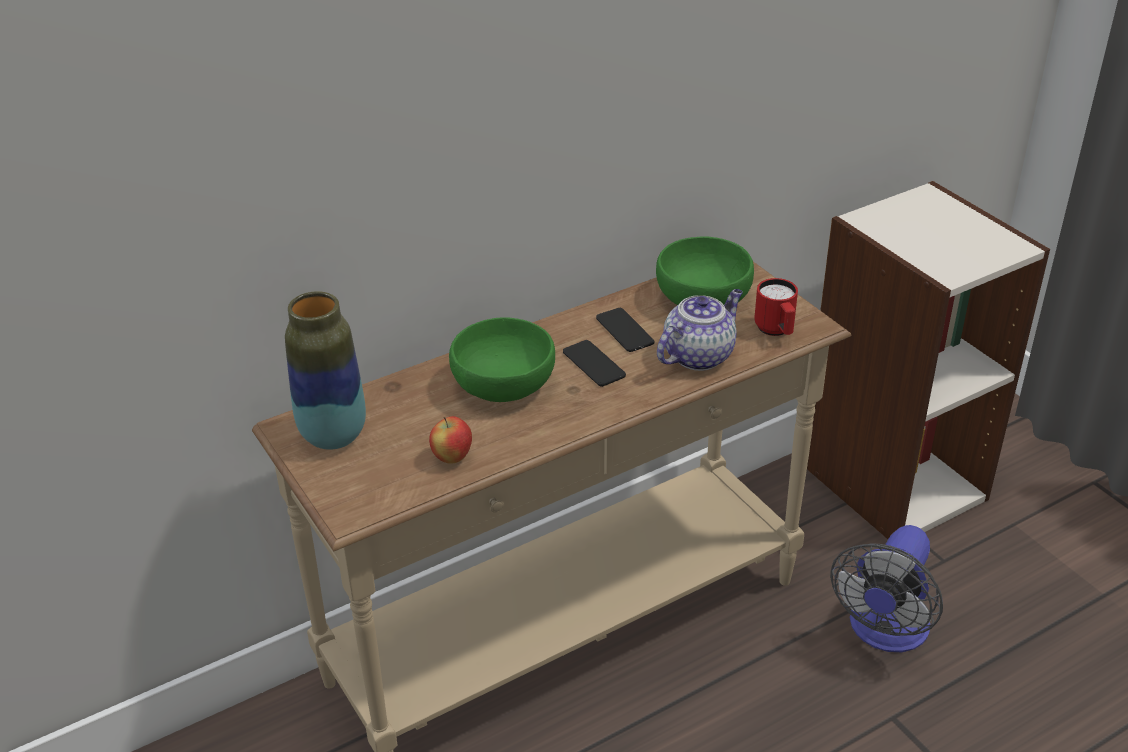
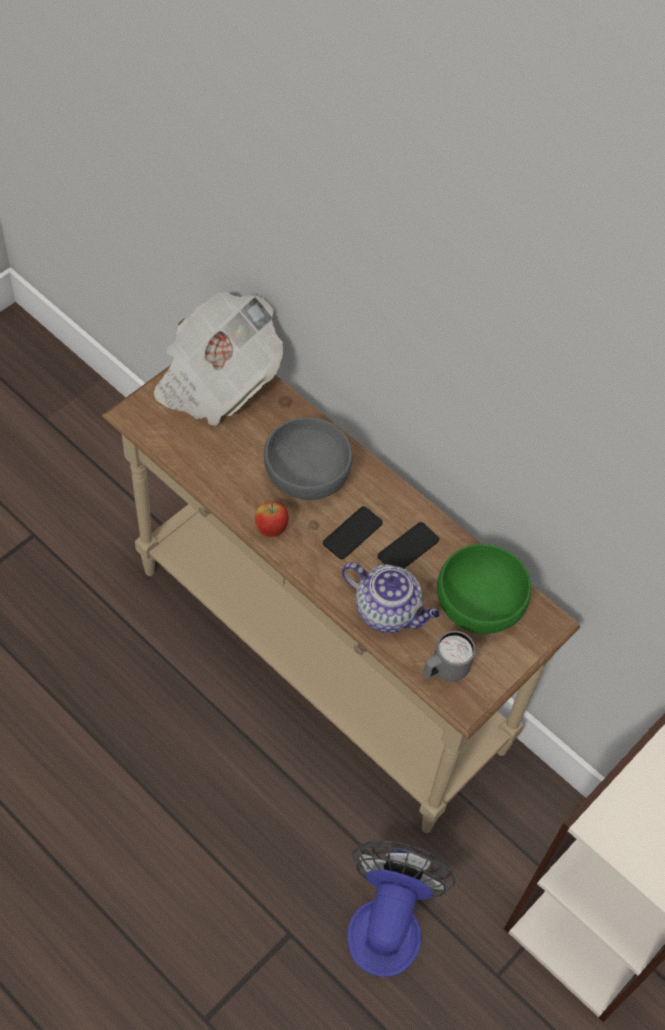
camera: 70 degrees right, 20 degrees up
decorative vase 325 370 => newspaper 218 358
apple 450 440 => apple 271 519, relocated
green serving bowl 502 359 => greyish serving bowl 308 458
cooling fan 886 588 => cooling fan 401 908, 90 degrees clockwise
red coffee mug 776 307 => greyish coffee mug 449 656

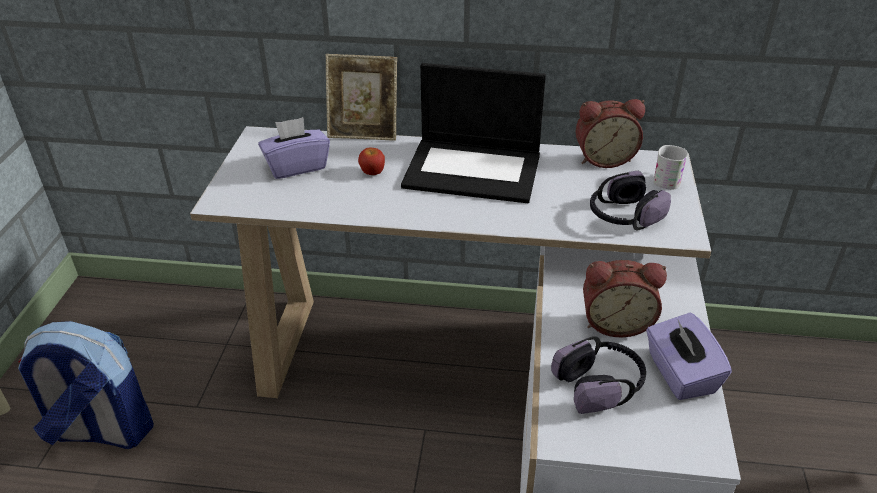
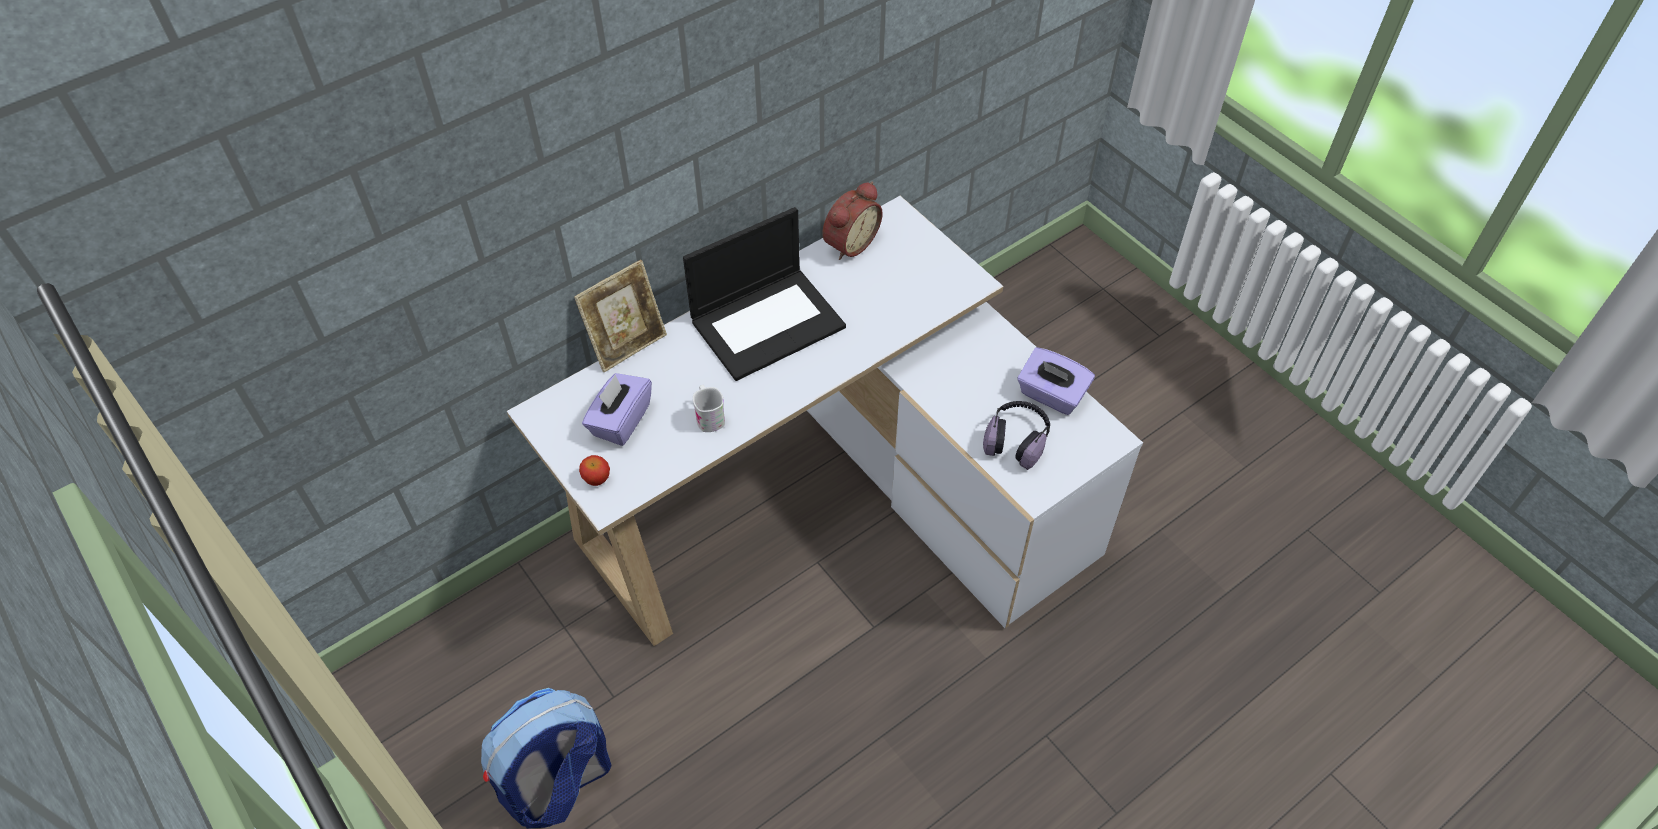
camera: 45 degrees left, 15 degrees up
apple 371 161 => apple 594 470, relocated
white coffee mug 670 167 => white coffee mug 709 408, relocated
alarm clock 625 298 => nothing
pair of headphones 630 201 => nothing

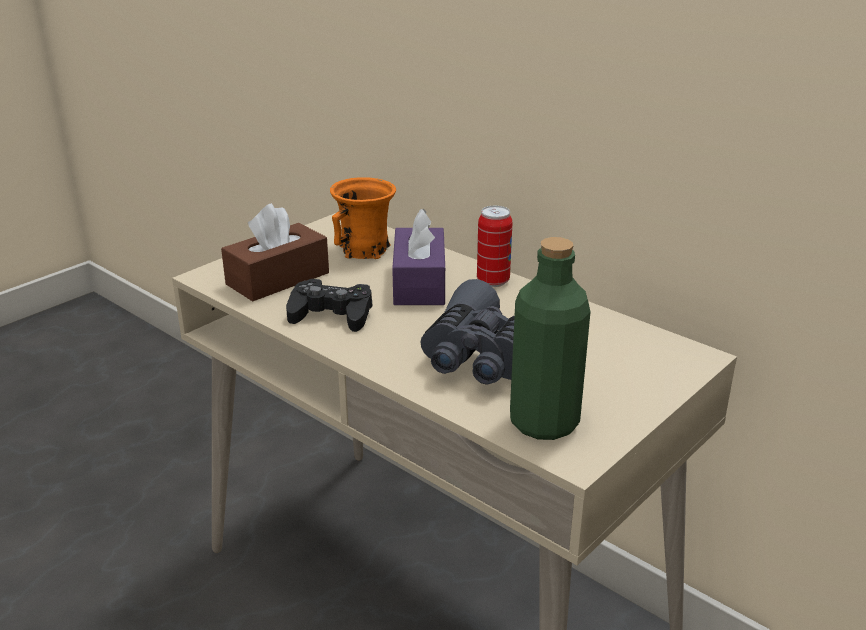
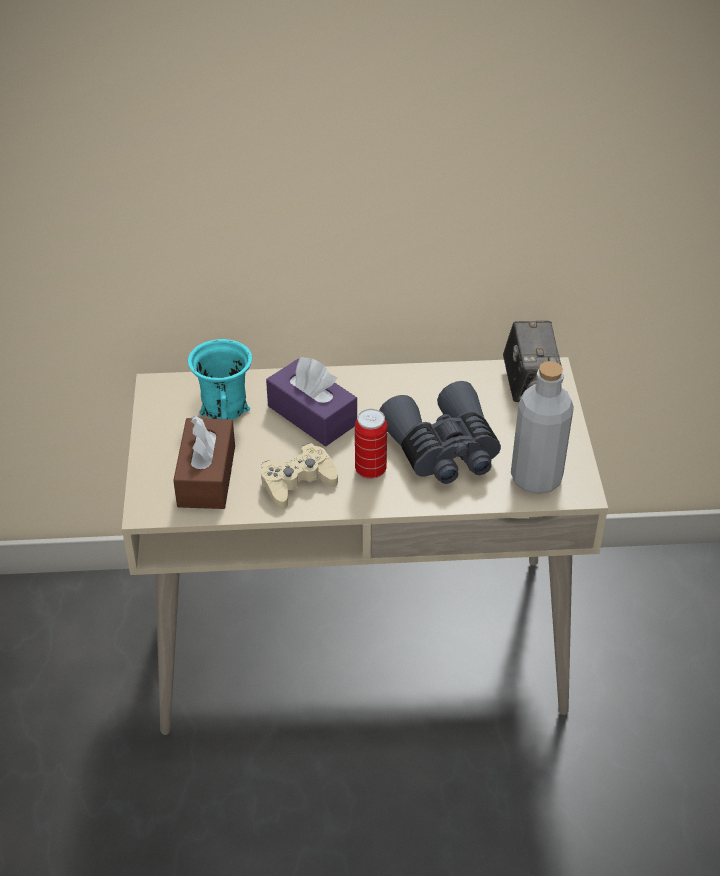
camera: 45 degrees left, 15 degrees up
orangey coffee mug 363 218 => blue-green coffee mug 220 379
black-coloured game controller 329 305 => sand-coloured game controller 299 476
can 495 246 => can 371 444, relocated
nothing => photo camera 532 361
green drink bottle 550 338 => greyish drink bottle 542 427

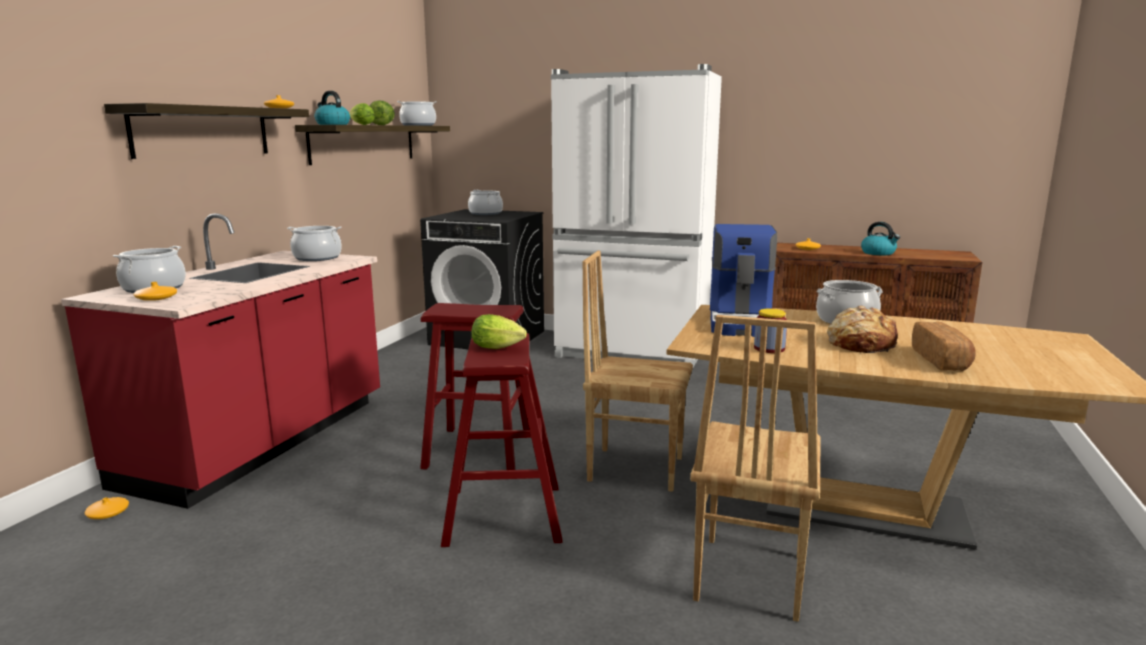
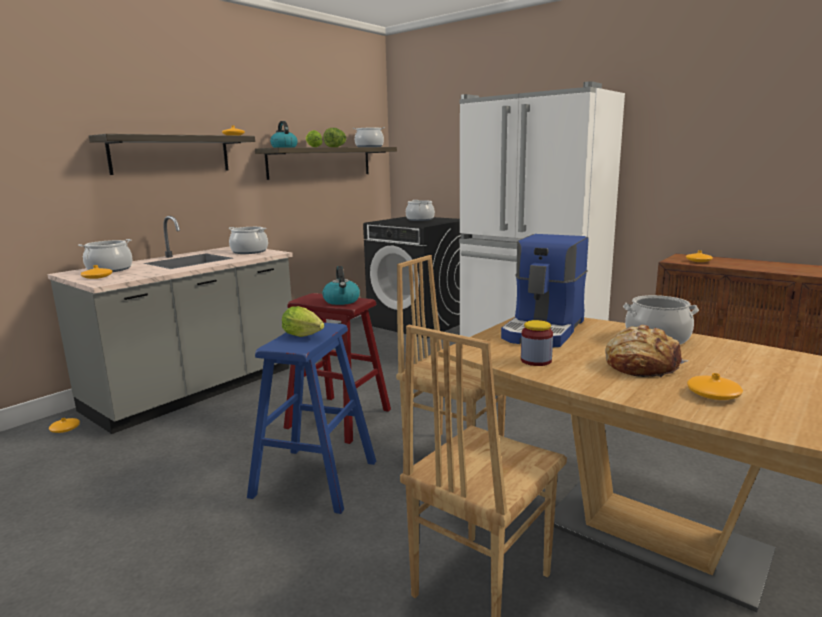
camera: 20 degrees right, 0 degrees up
red counter 220 361 => greyish counter 170 325
red sitting stool 502 440 => blue-coloured sitting stool 311 418
water kettle 880 238 => water kettle 341 285, relocated
bread 944 346 => orangey decorative vase 715 386

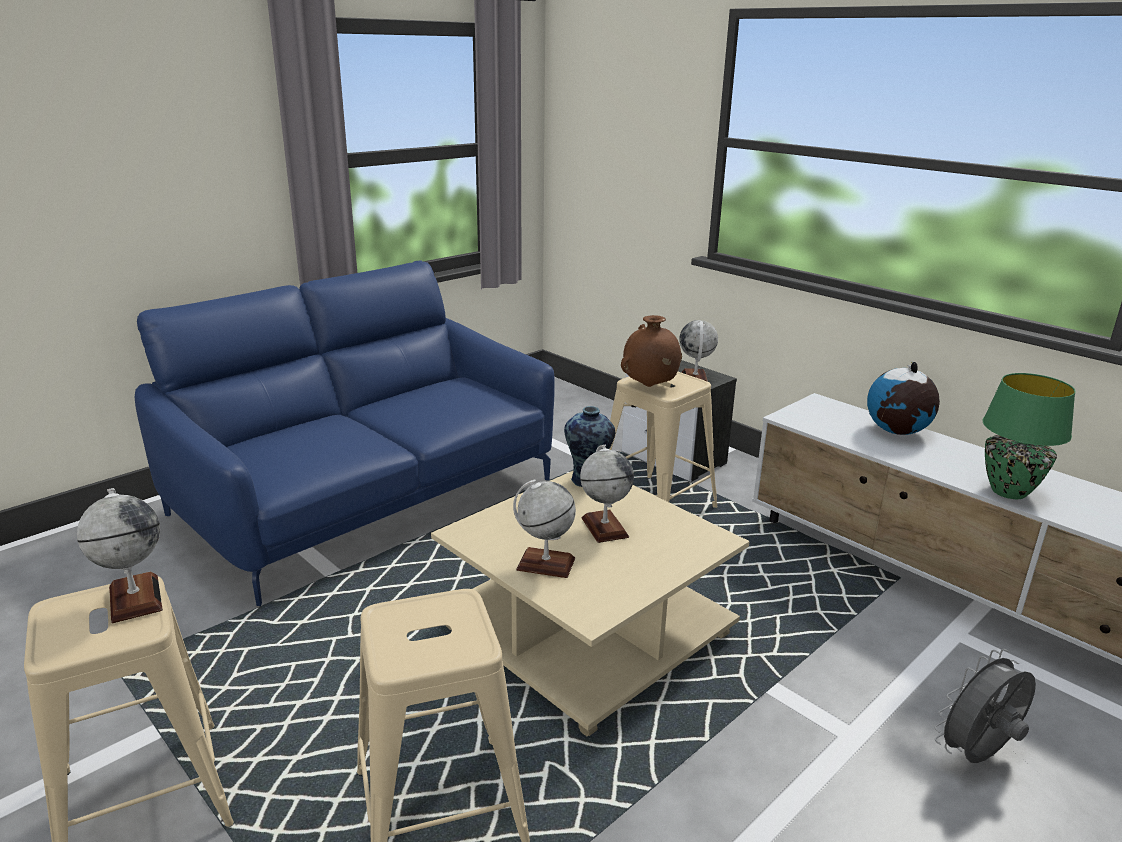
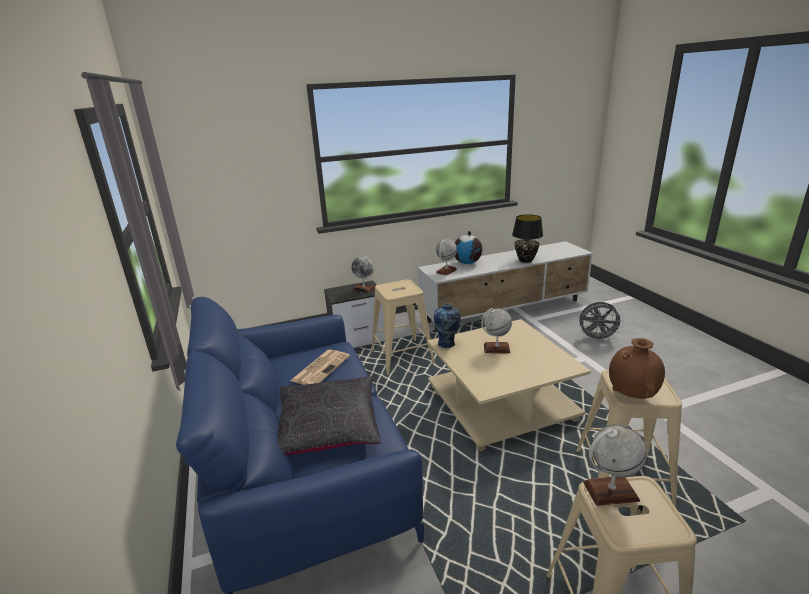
camera: 65 degrees left, 0 degrees up
nothing => black-coloured throw pillow 329 415
nothing => newspaper 320 367
globe 544 529 => globe 446 257, relocated
green lamp for a table 1029 436 => black-coloured lamp for a table 527 238
greyish cooling fan 985 706 => greyish cooling fan 601 322, 75 degrees counterclockwise
brown decorative vase 651 351 => brown decorative vase 637 368, relocated

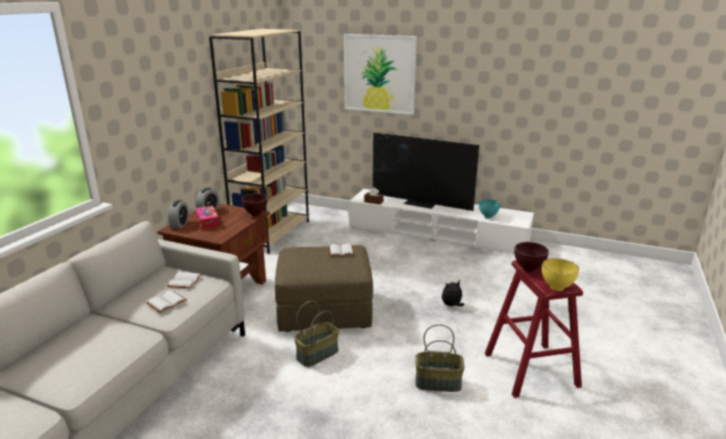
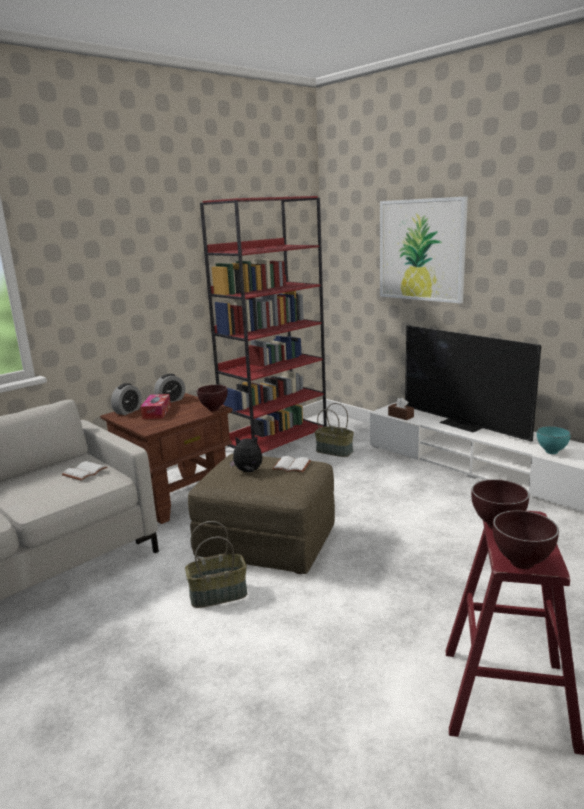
camera: 25 degrees right, 5 degrees down
sand-coloured shelving unit 259 141 => red shelving unit 263 324
cuddly toy 453 293 => cuddly toy 246 454, relocated
storage basket 440 358 => storage basket 334 430, relocated
yellowish serving bowl 560 274 => brown serving bowl 526 539
white volume 166 302 => nothing

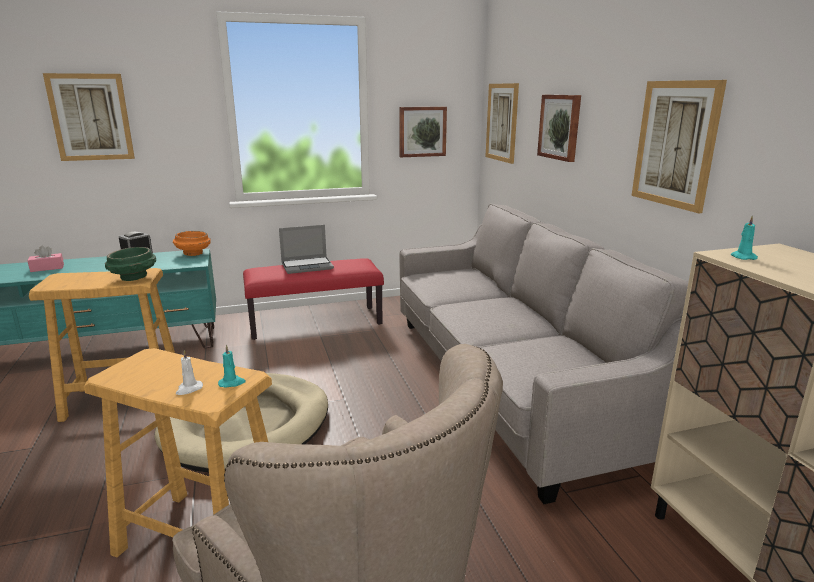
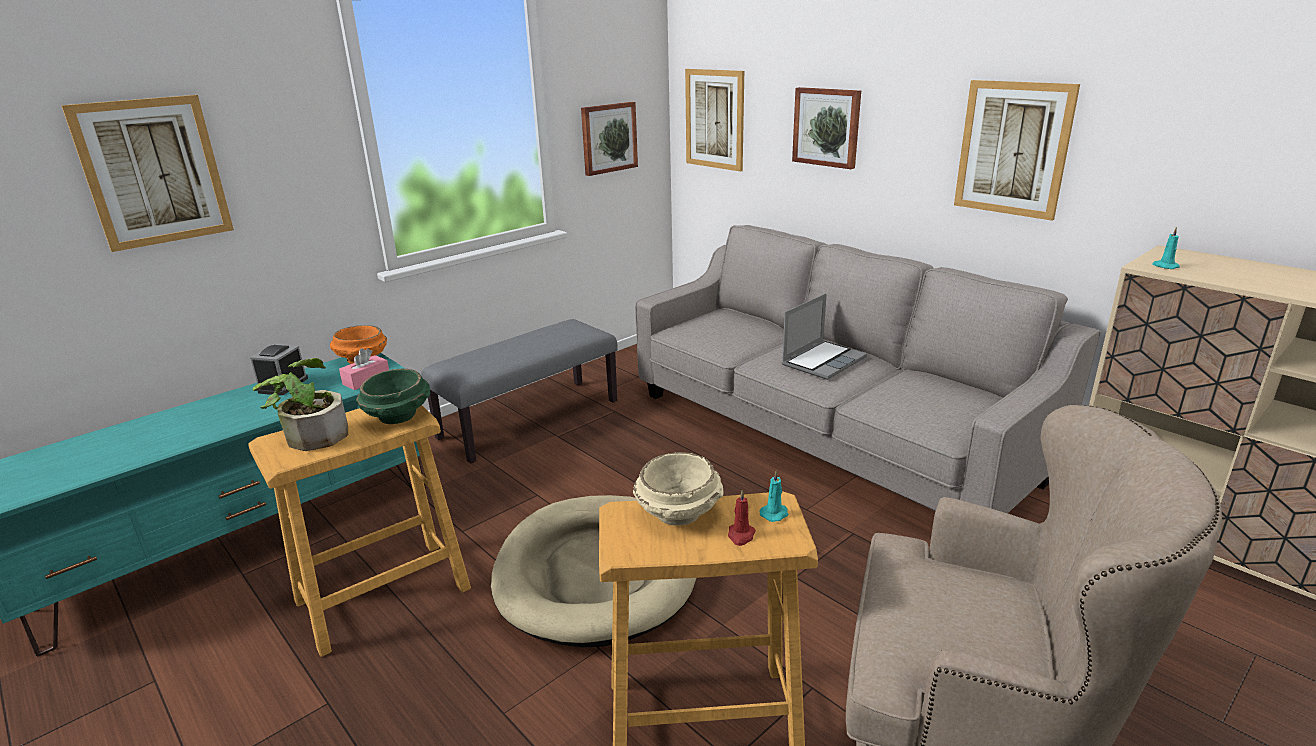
camera: 25 degrees left, 5 degrees up
nothing => houseplant 300 404
pink tissue holder 45 259 => pink tissue holder 364 369, relocated
red indoor bench 313 299 => greyish indoor bench 519 391
nothing => sand-coloured serving bowl 678 489
white candle 189 372 => red candle 742 518
notebook computer 306 249 => notebook computer 824 336, relocated

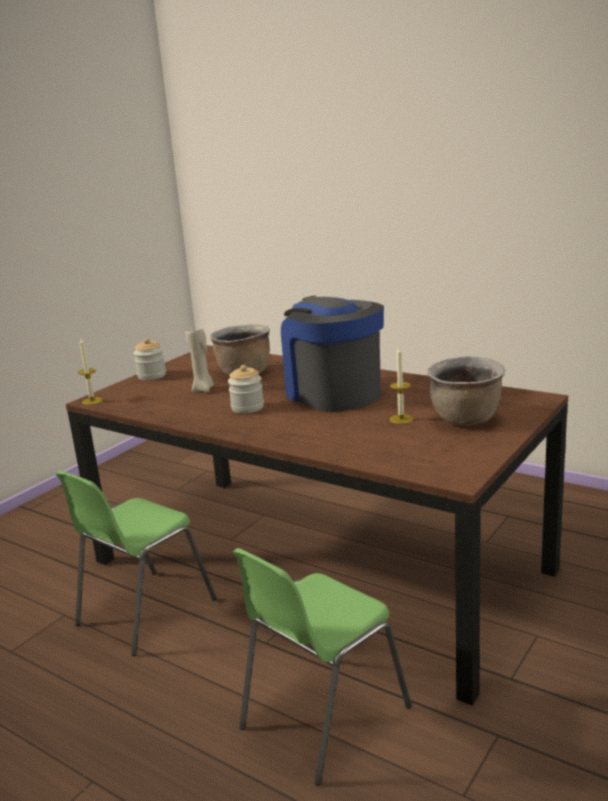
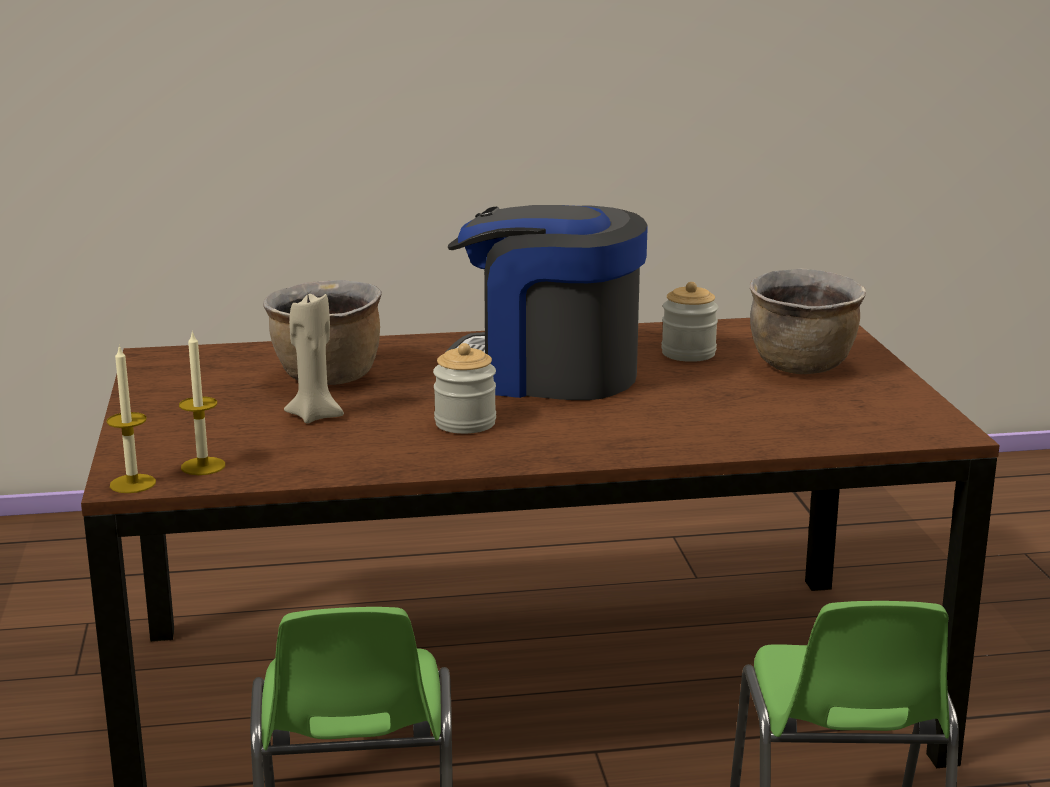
camera: 45 degrees left, 0 degrees up
candle 401 385 => candle 202 402, relocated
jar 150 359 => jar 689 322, relocated

